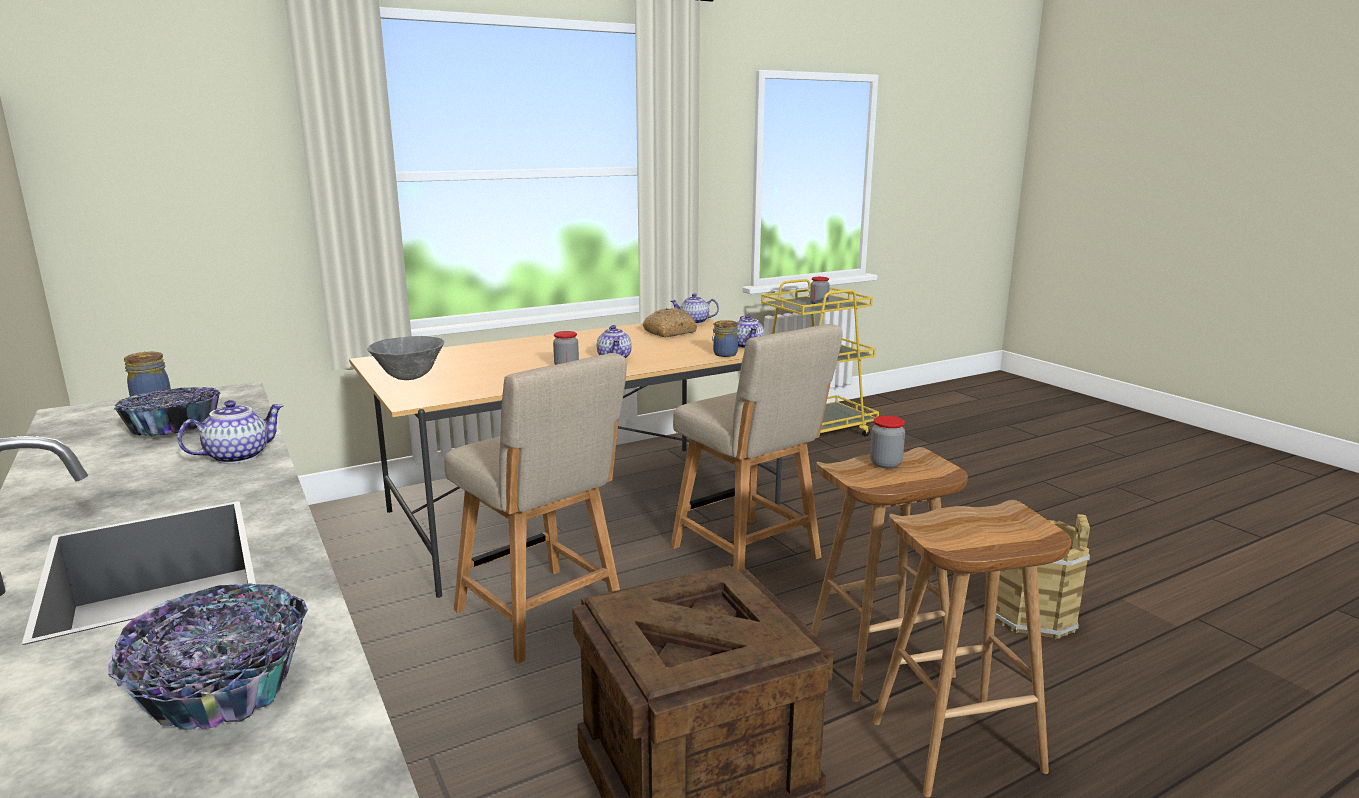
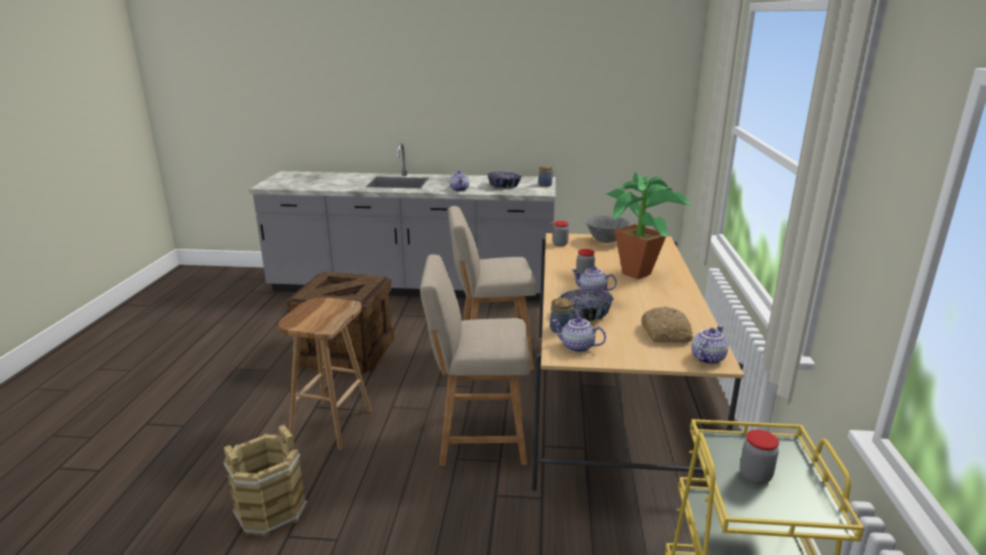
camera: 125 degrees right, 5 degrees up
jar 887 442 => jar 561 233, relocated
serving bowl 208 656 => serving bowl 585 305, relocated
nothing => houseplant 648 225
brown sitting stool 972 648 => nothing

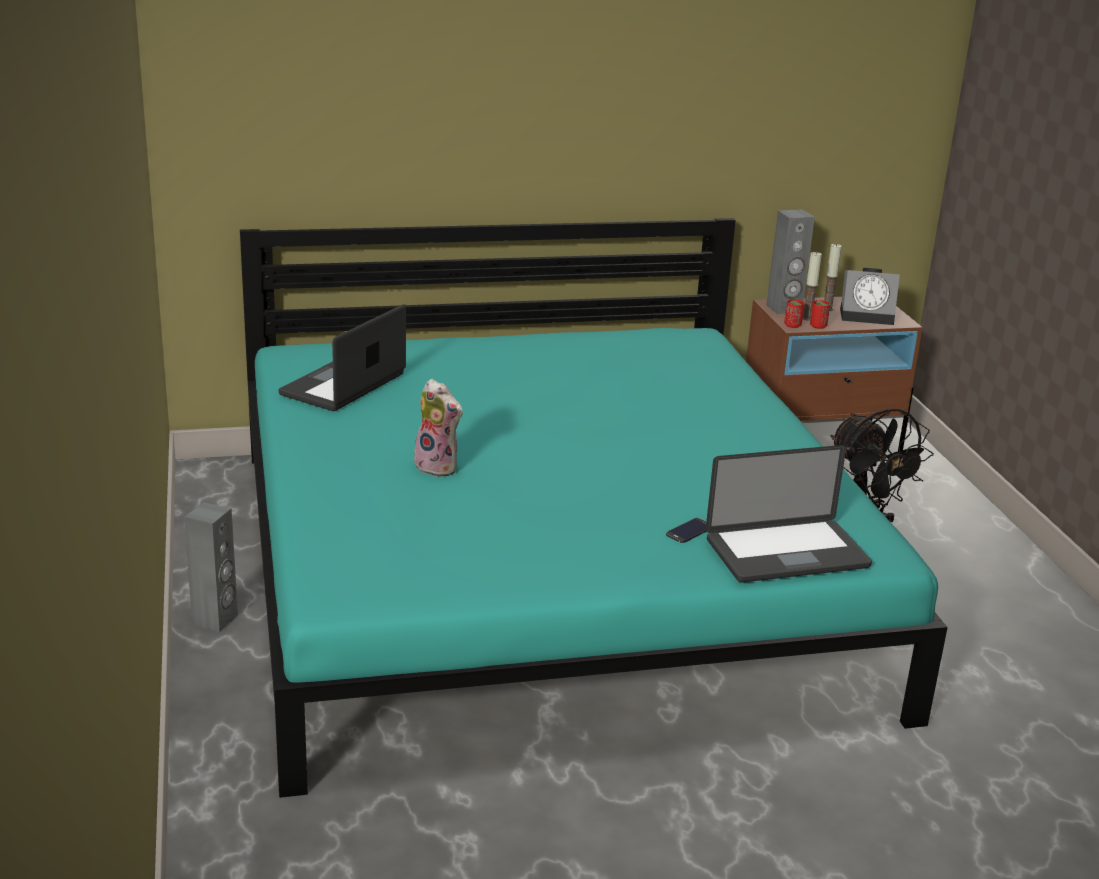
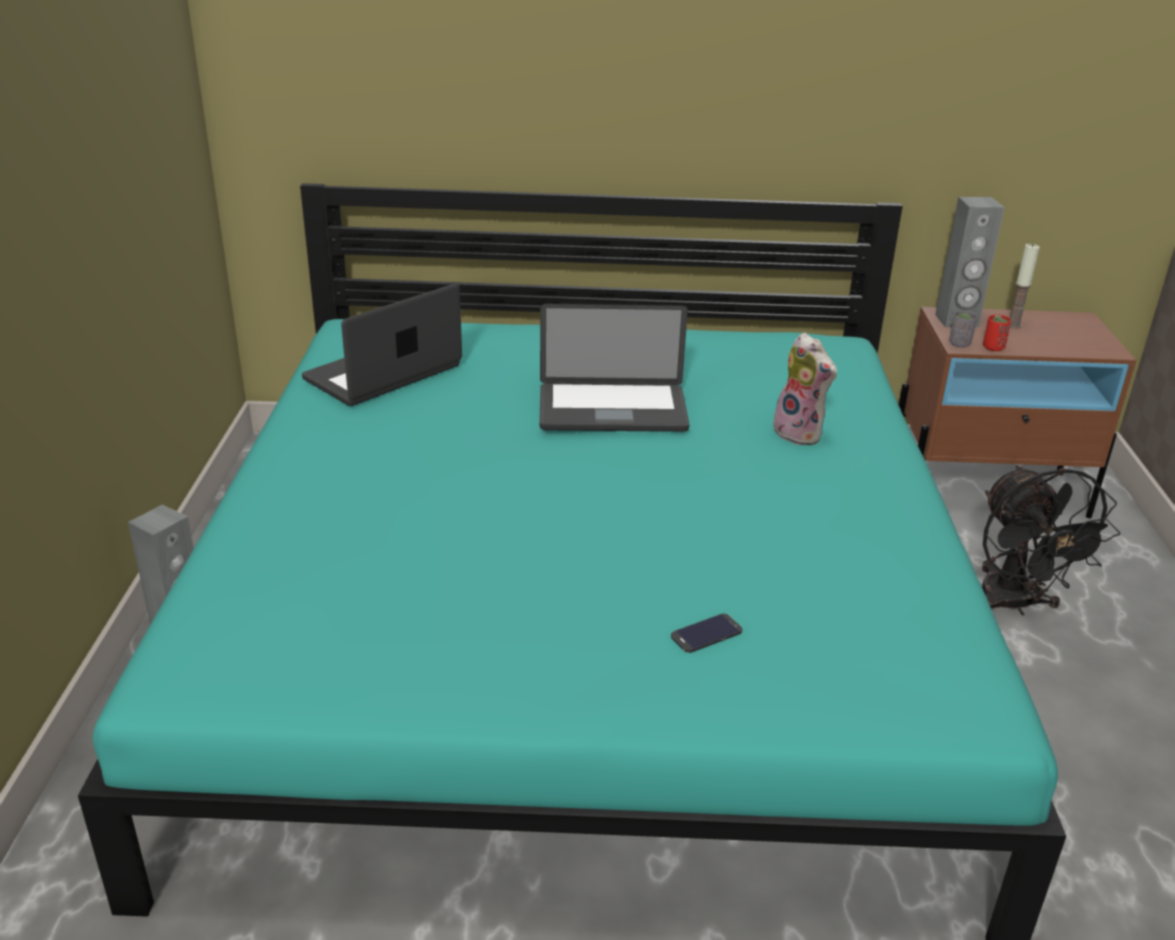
camera: 15 degrees right, 5 degrees up
notebook computer 789 513 => notebook computer 614 368, relocated
cuddly toy 437 428 => cuddly toy 805 389, relocated
red cup 794 313 => greyish cup 963 329
candle 812 286 => nothing
alarm clock 870 296 => nothing

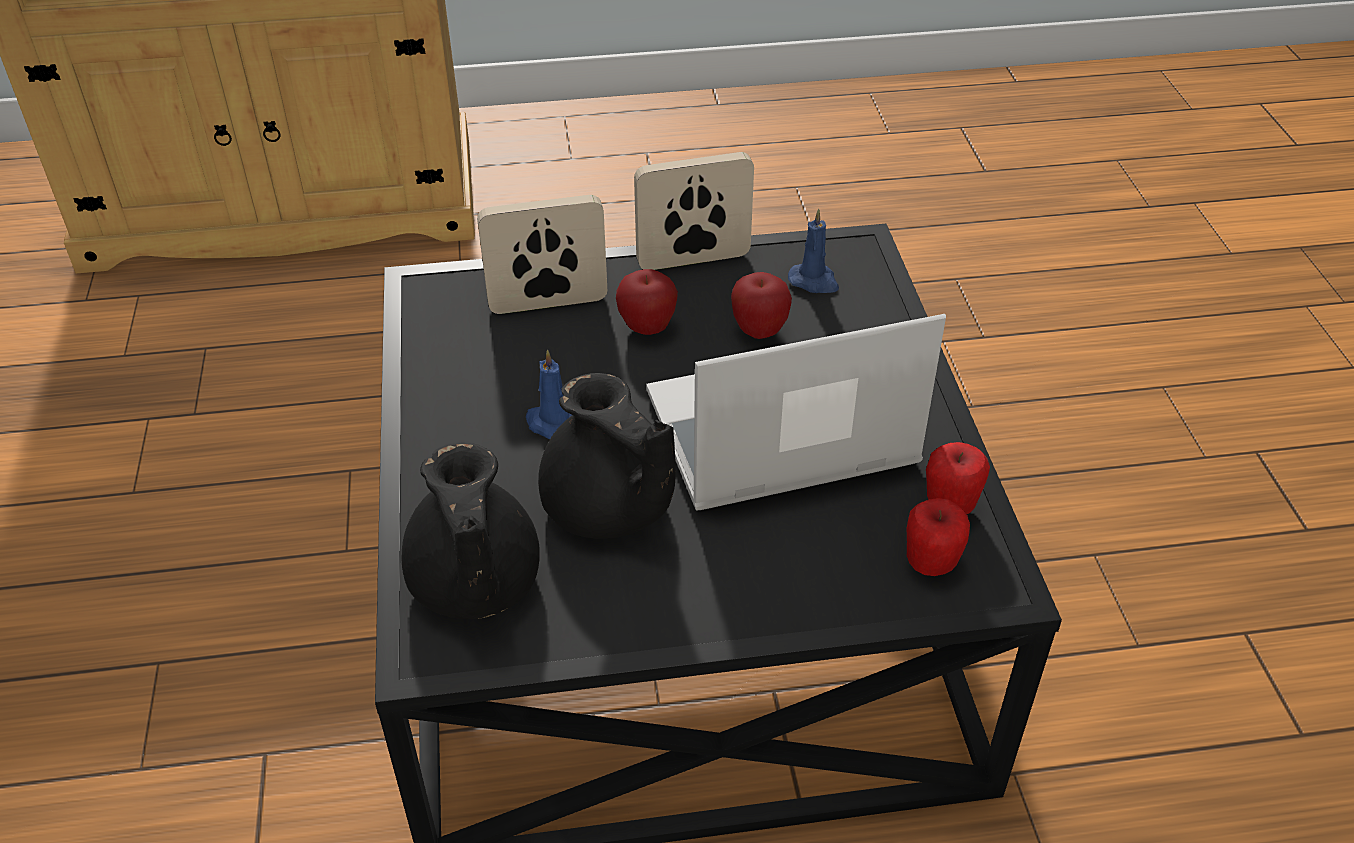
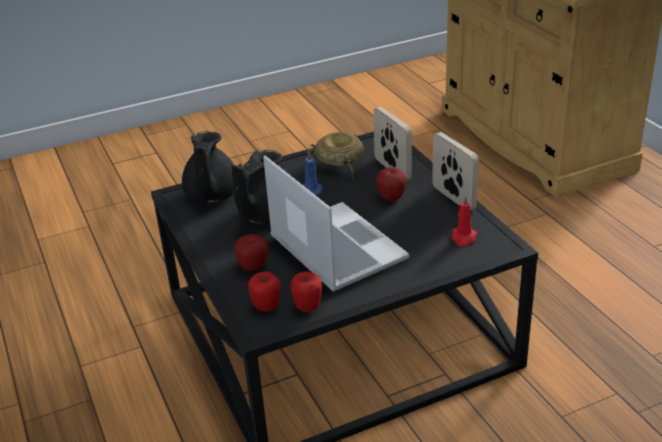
camera: 75 degrees right, 10 degrees down
black-coloured teapot 471 531 => black-coloured teapot 208 166, 60 degrees counterclockwise
apple 761 305 => apple 251 252, relocated
nothing => sand-coloured serving bowl 335 155
blue-coloured candle 813 251 => red candle 465 221

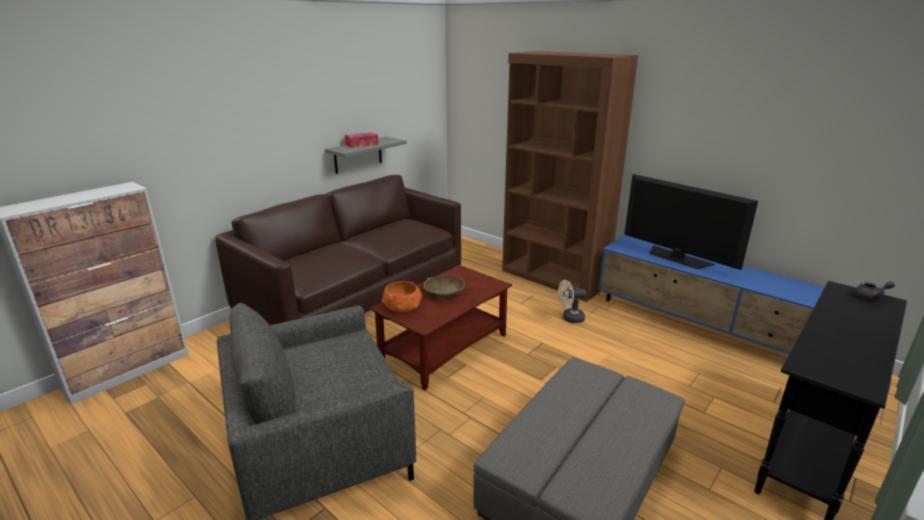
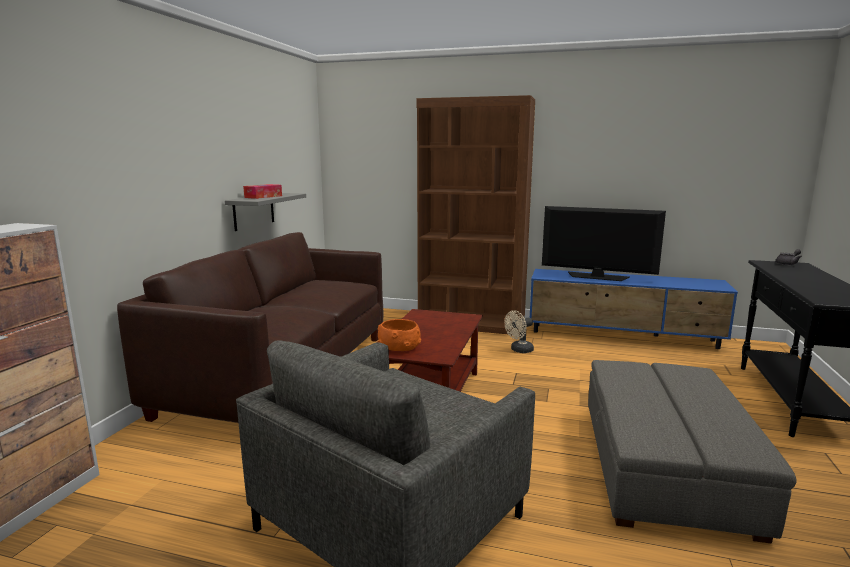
camera: 25 degrees left, 10 degrees down
brown serving bowl 444 287 => nothing

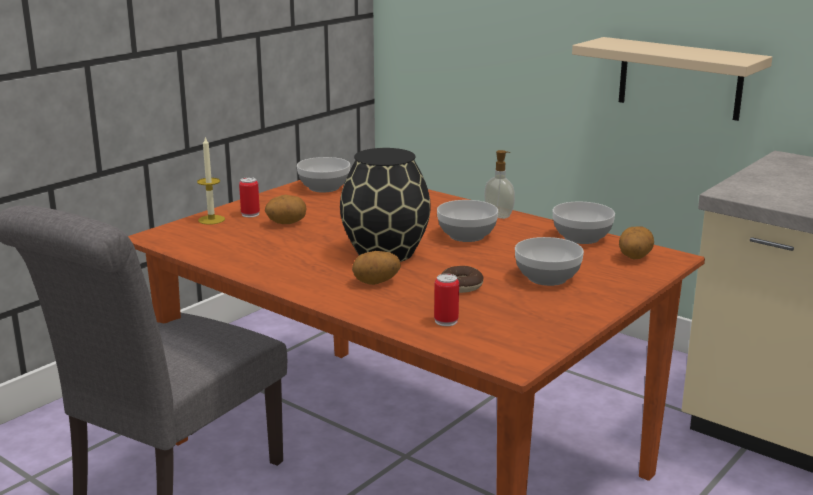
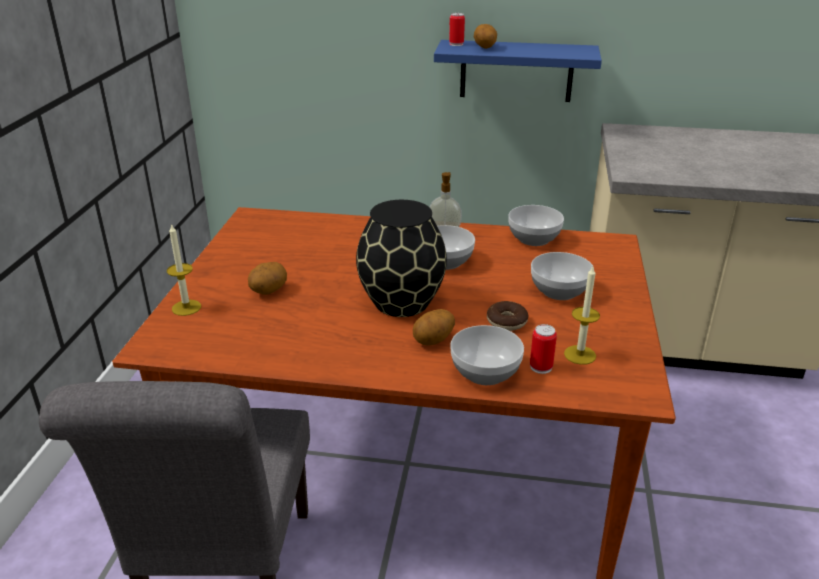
camera: 30 degrees left, 10 degrees up
sand-coloured bracket shelf 672 79 => blue-coloured bracket shelf 518 71
can 249 197 => can 457 29, relocated
serving bowl 323 175 => serving bowl 487 355, relocated
spud 636 243 => spud 485 36, relocated
nothing => candle 582 316

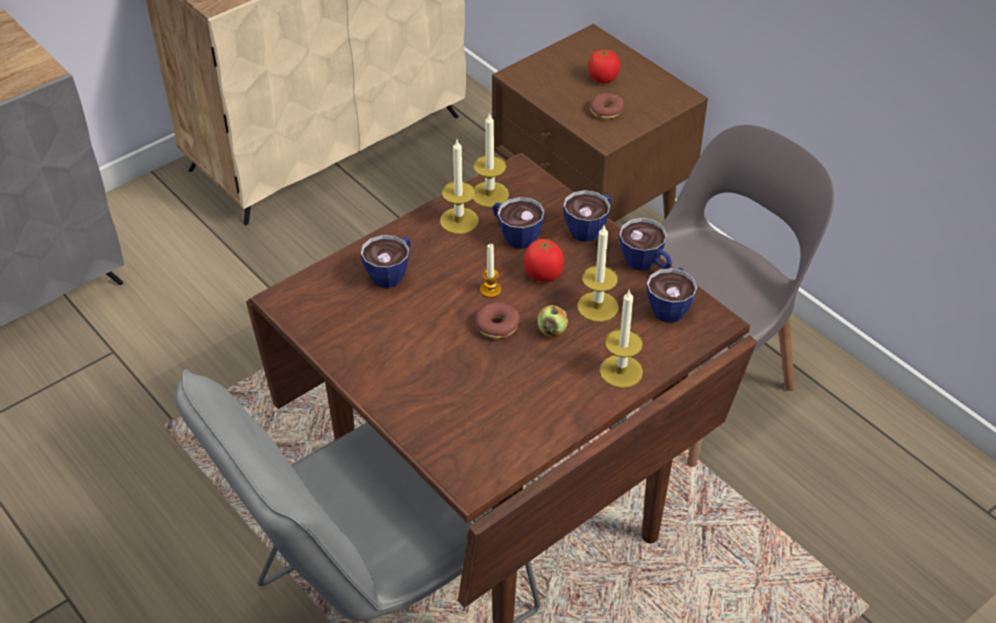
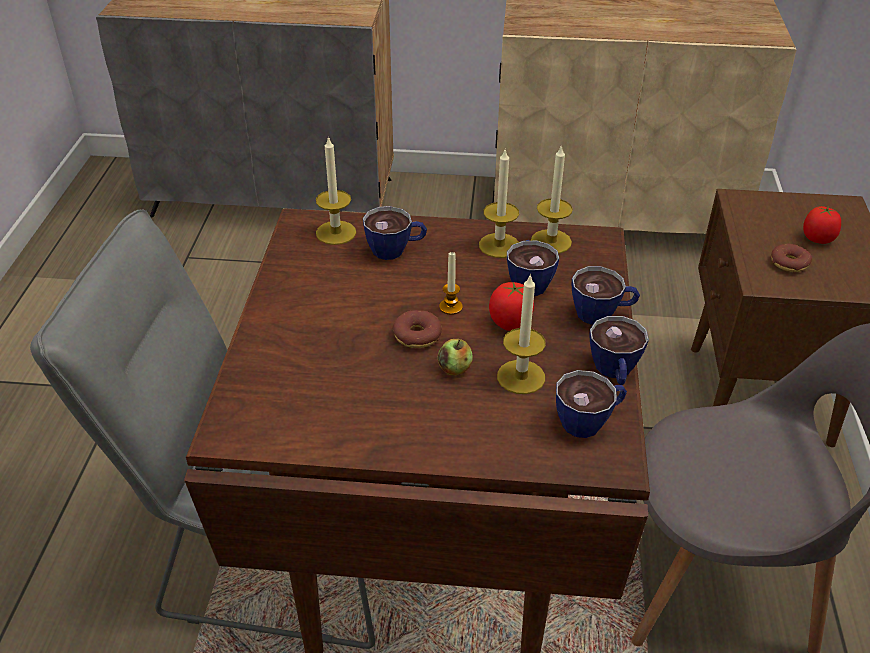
camera: 45 degrees right, 5 degrees down
candle 621 338 => candle 336 190, relocated

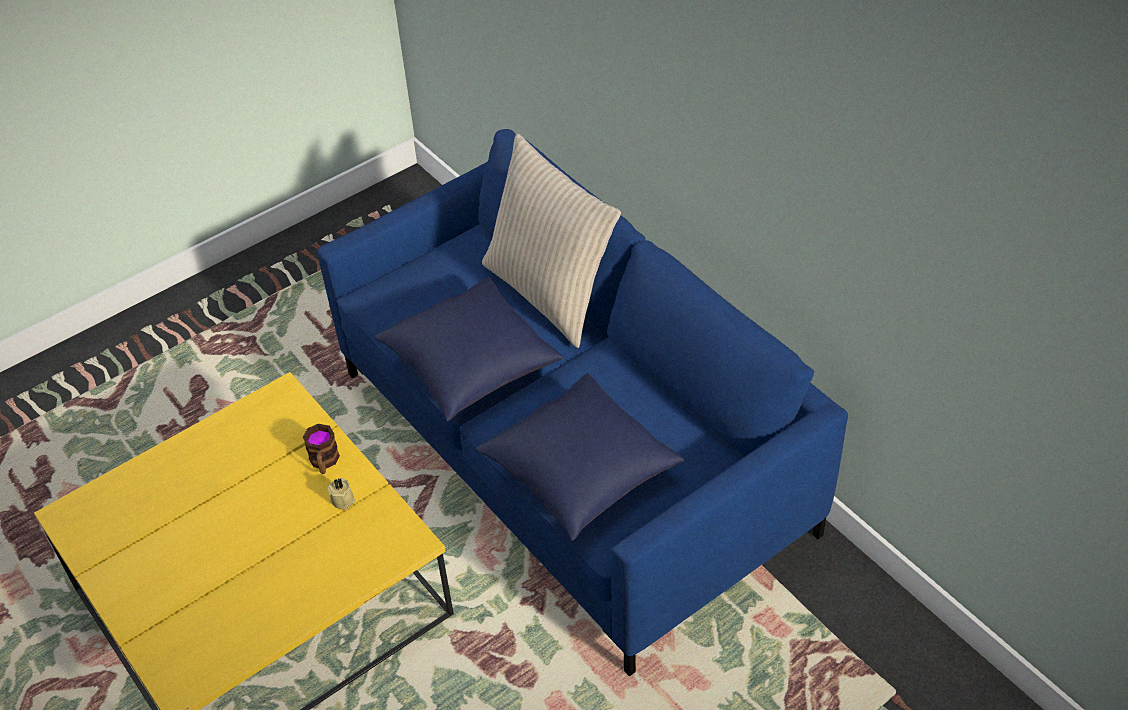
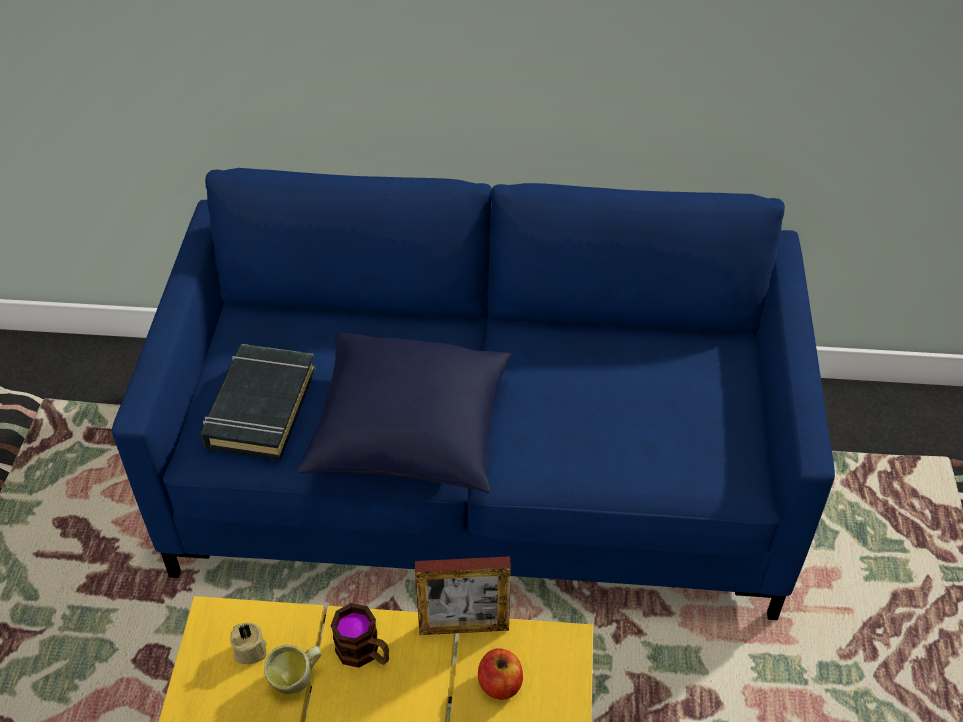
camera: 50 degrees left, 0 degrees up
nothing => black-coloured volume 258 402
sand-coloured candle 341 494 => sand-coloured candle 248 643, relocated
nothing => coffee mug 292 669
nothing => standing frame 463 595
nothing => apple 500 674
blue-coloured throw pillow 580 457 => nothing
sand-coloured throw pillow 551 240 => nothing

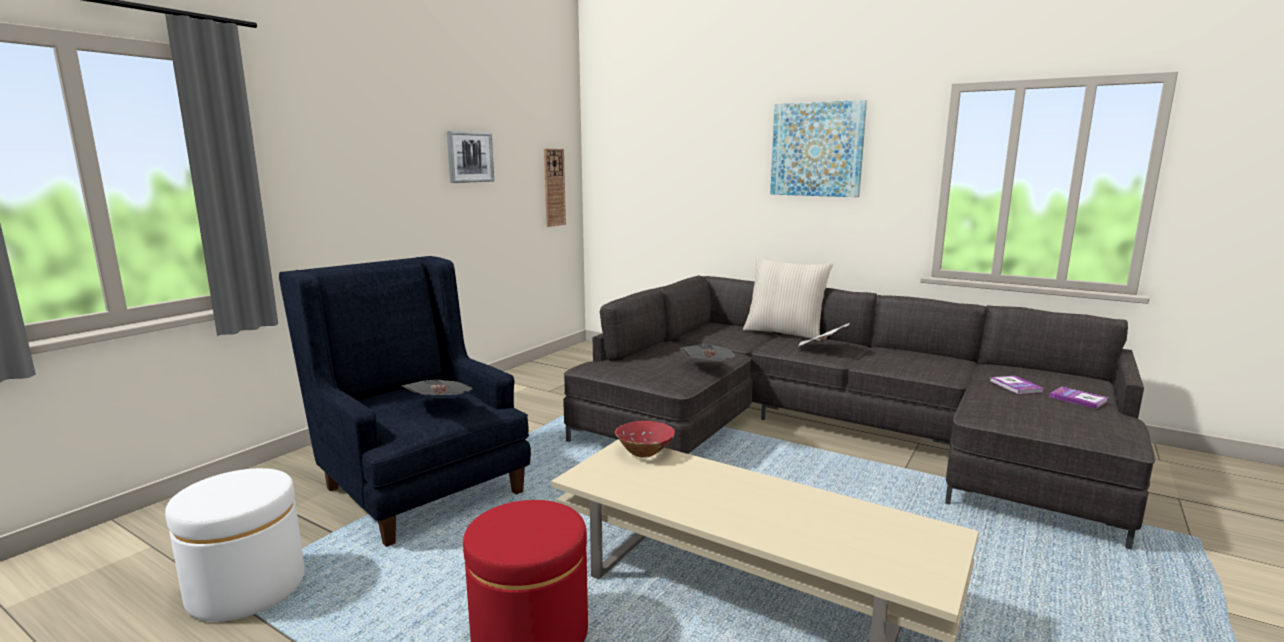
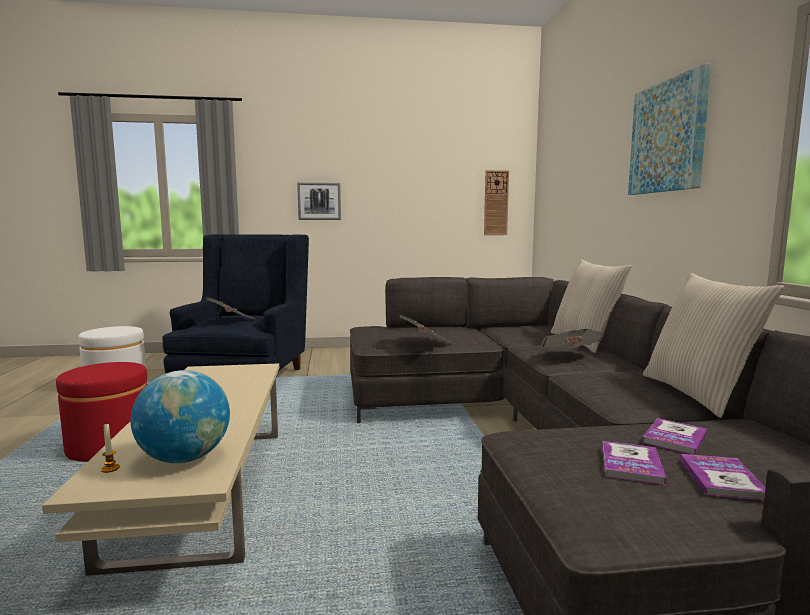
camera: 50 degrees right, 5 degrees down
nothing => candle 110 448
nothing => globe 180 416
picture 470 157 => picture 319 201, relocated
nothing => volume 634 463
nothing => sand-coloured throw pillow 714 345
red serving bowl 645 439 => nothing

